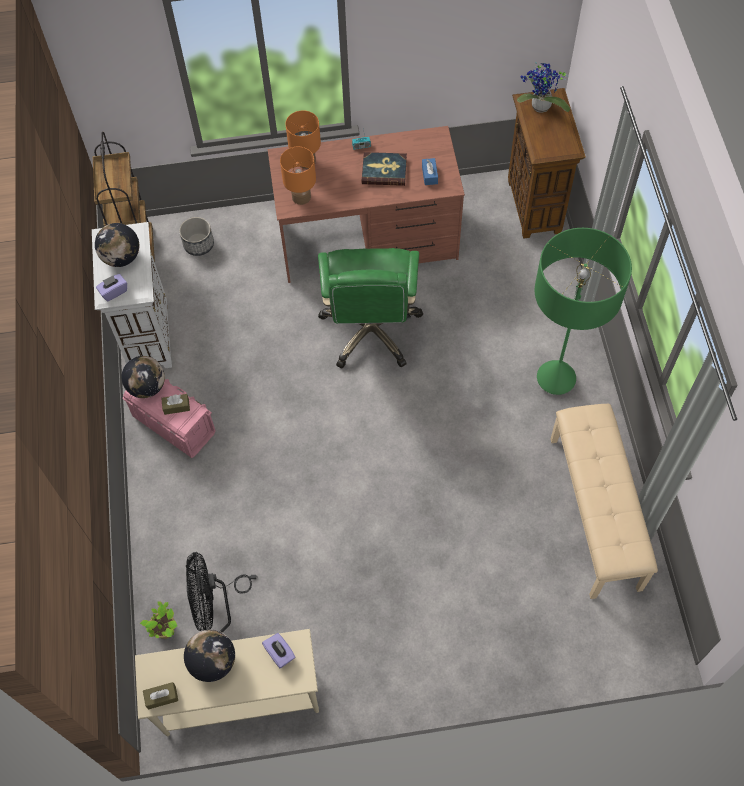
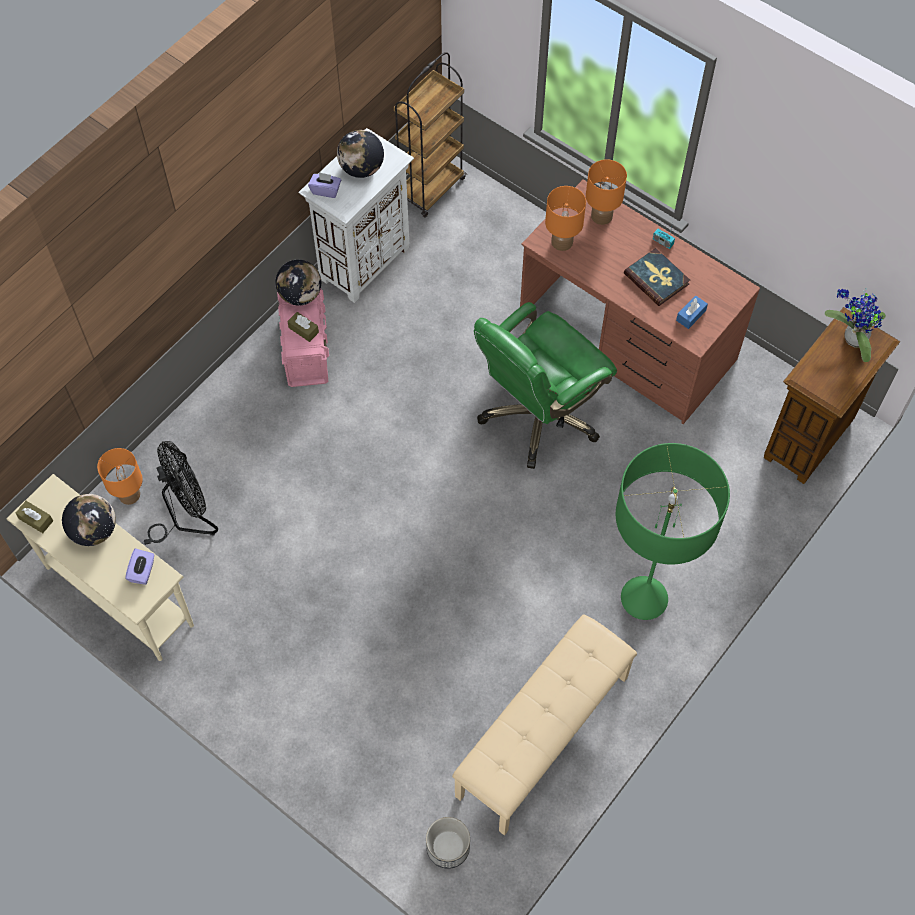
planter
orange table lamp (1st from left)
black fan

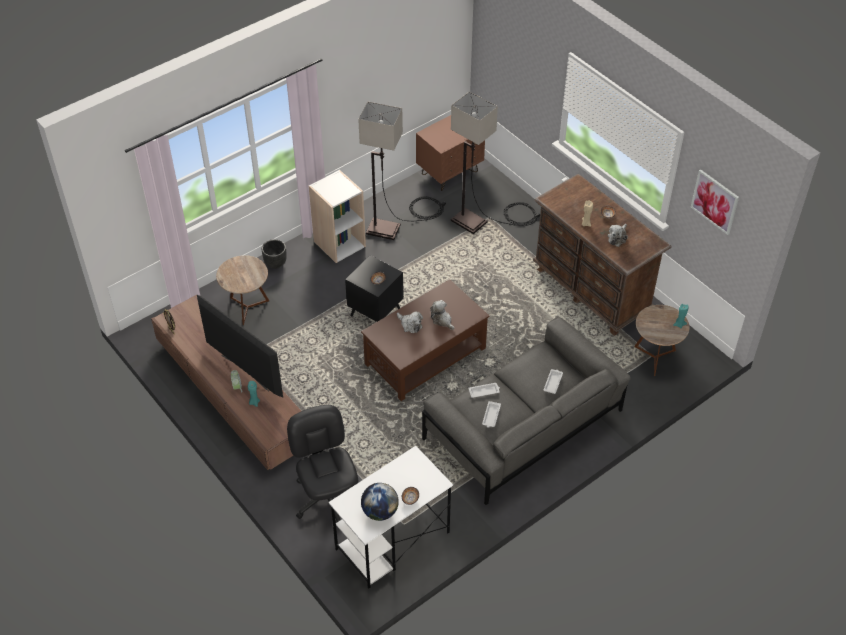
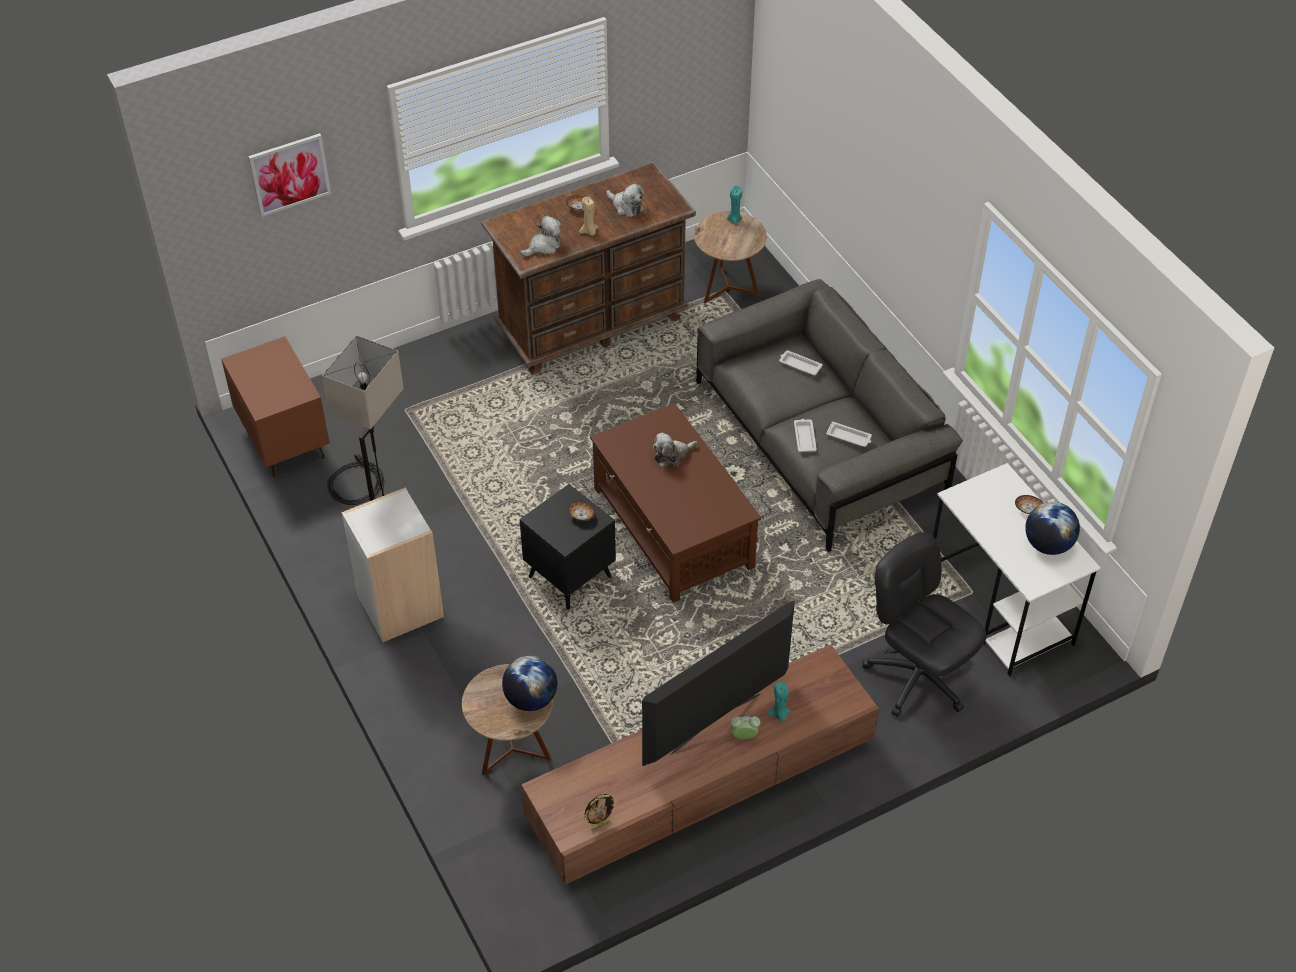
black planter
floor lamp (2nd from left in the first image)
globe (1st from left)
plush toy (1st from left)
picture
black office chair

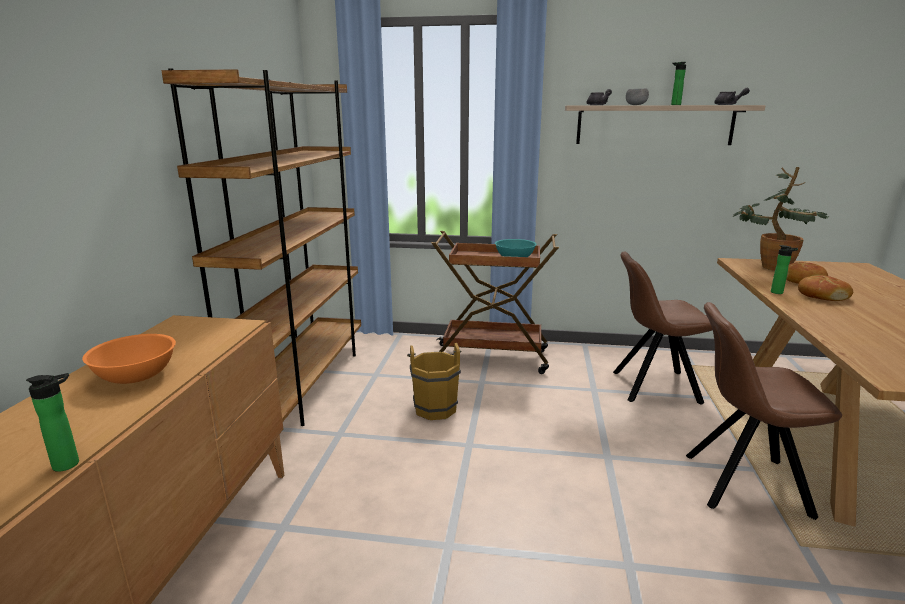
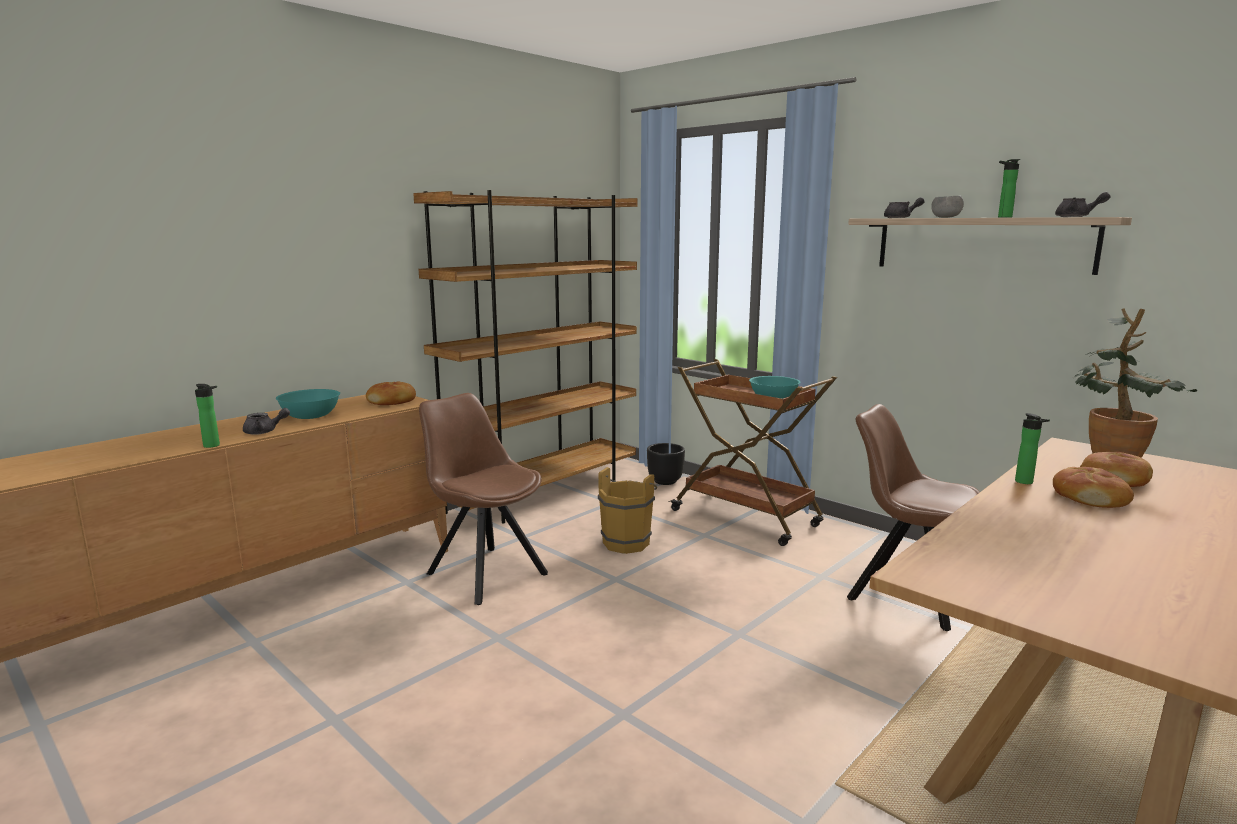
grey teapot (1st from left)
bread (1st from left)
black planter
brown chair (1st from left)
turquoise bowl (1st from left)

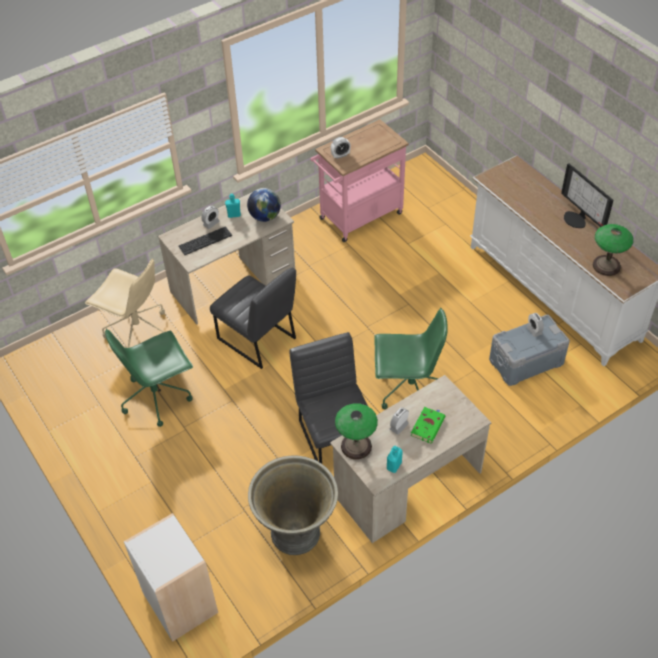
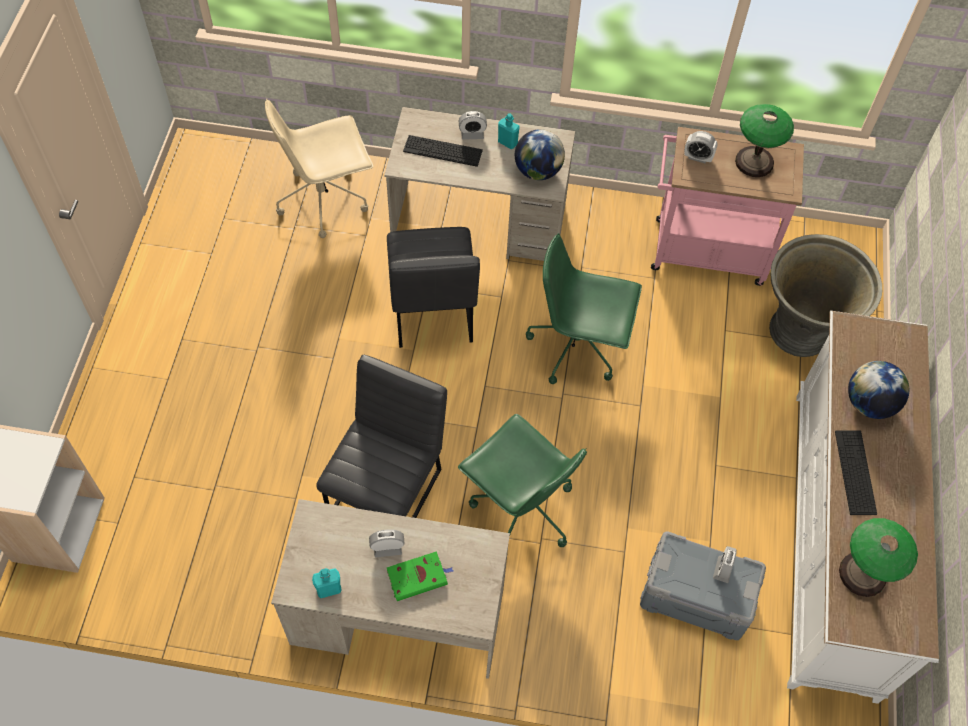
monitor
keyboard (2nd from left)
globe (2nd from left)
green office chair (2nd from left)
grey planter
table lamp (1st from left)
beige office chair

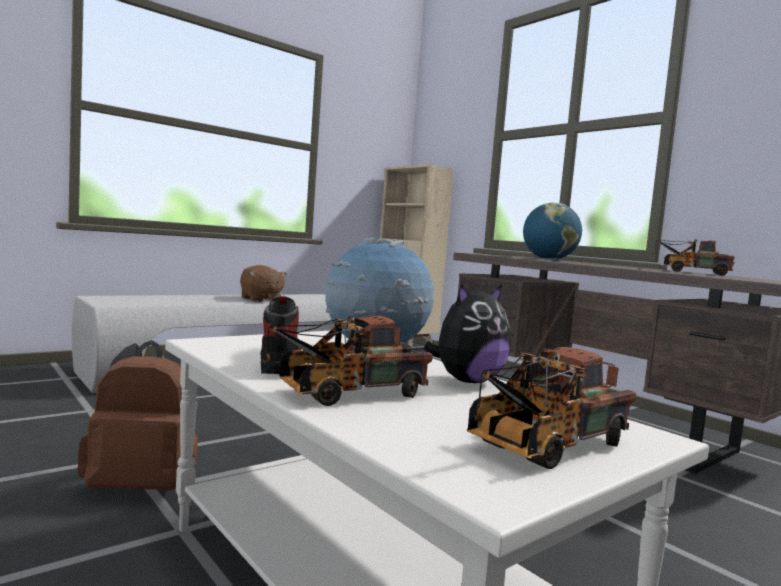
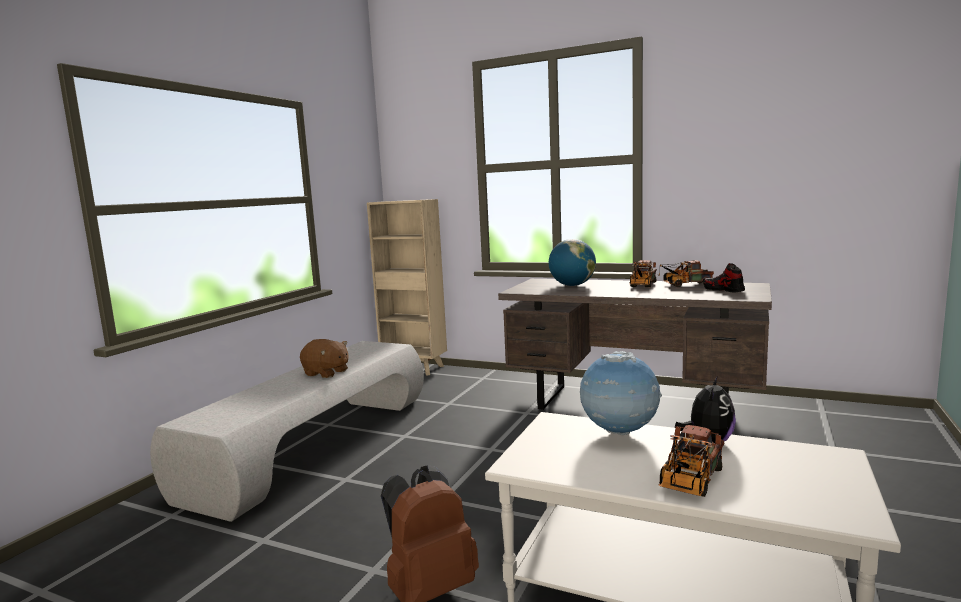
shoe
toy truck (1st from left)

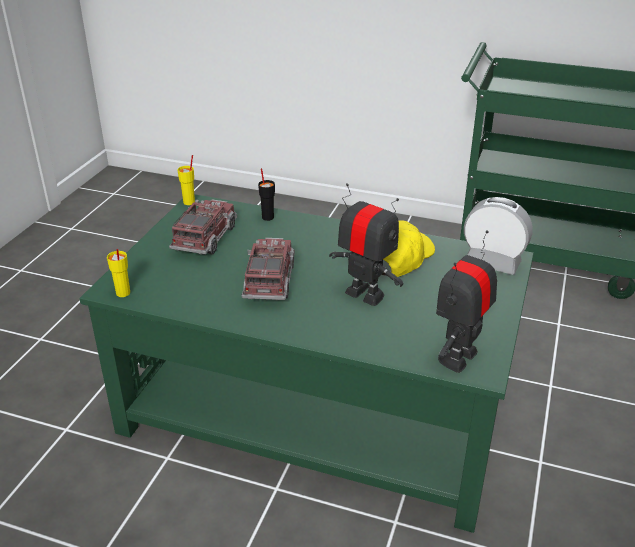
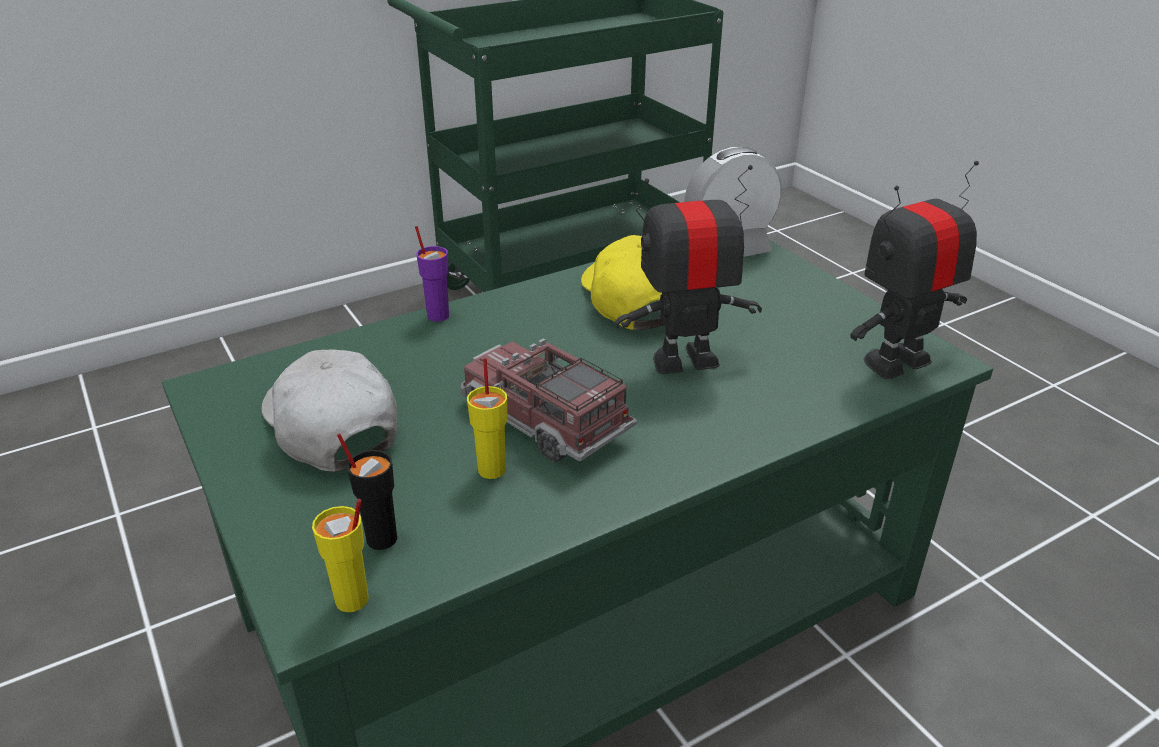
purple cup
yellow cup (2nd from left)
black cup
white cap
toy robot (2nd from left)

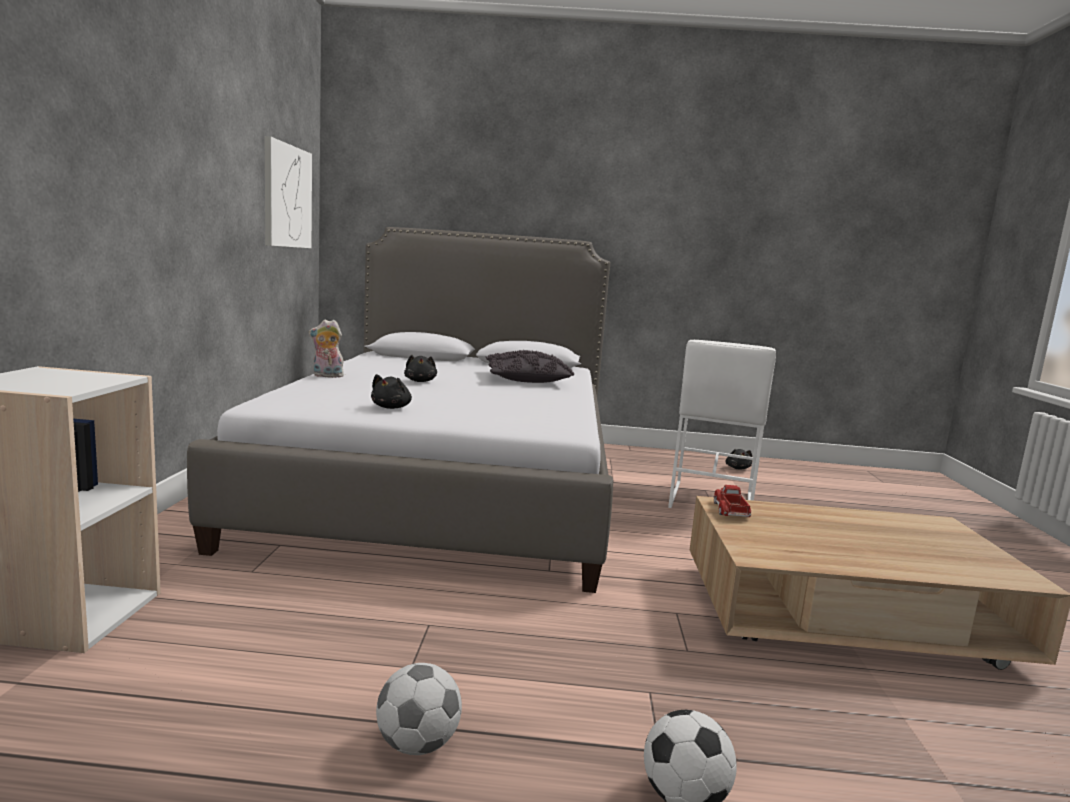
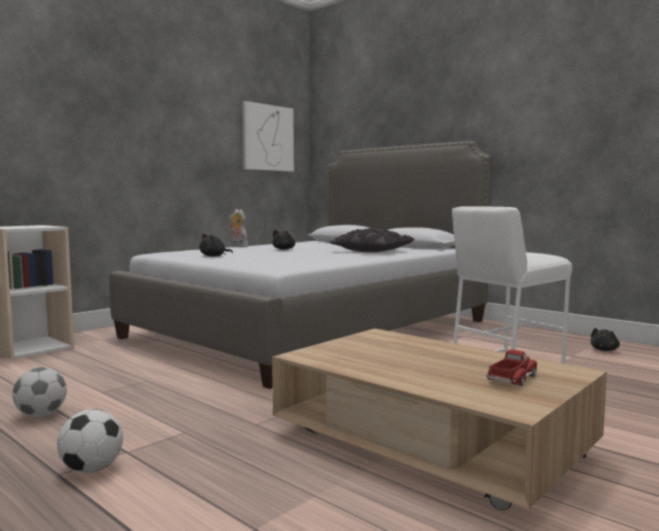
toy truck

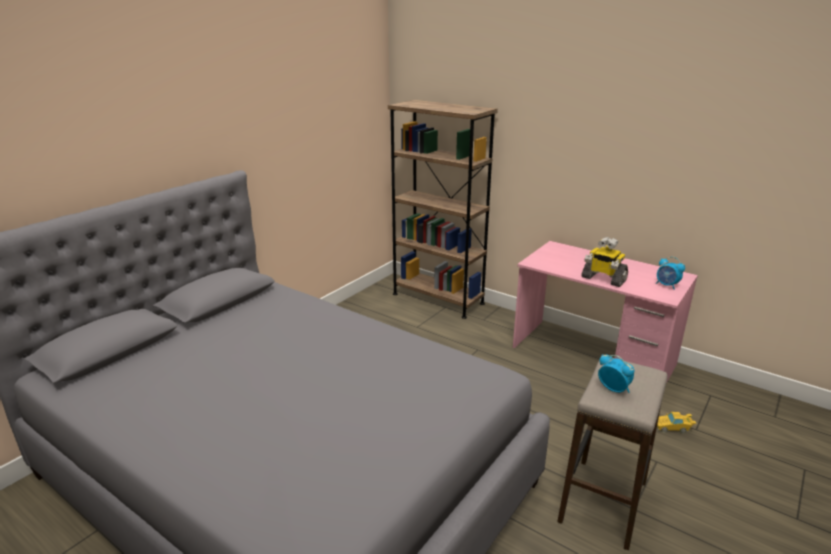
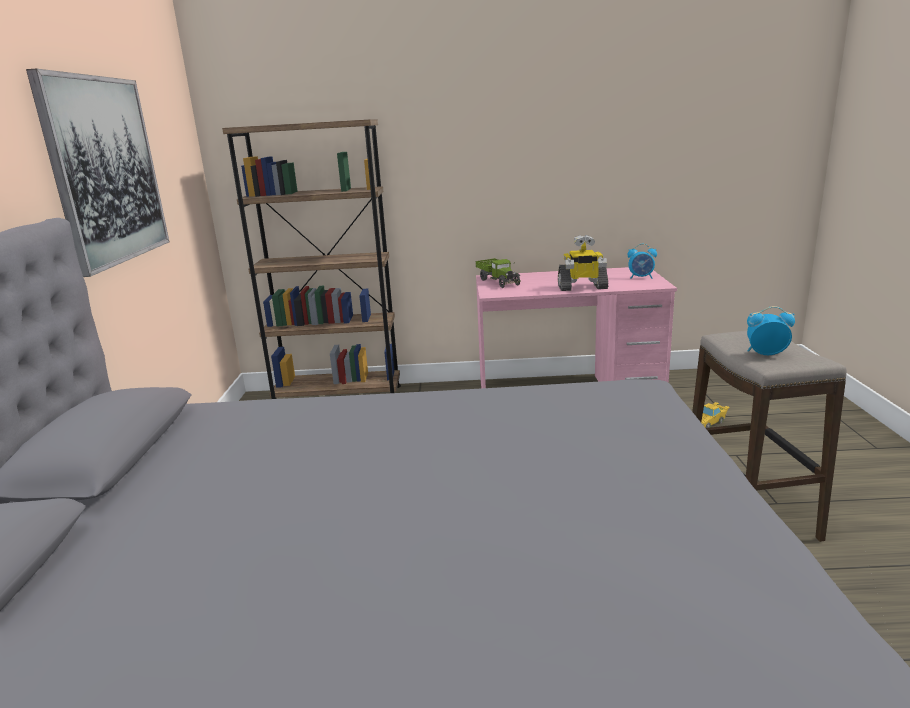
picture
toy truck

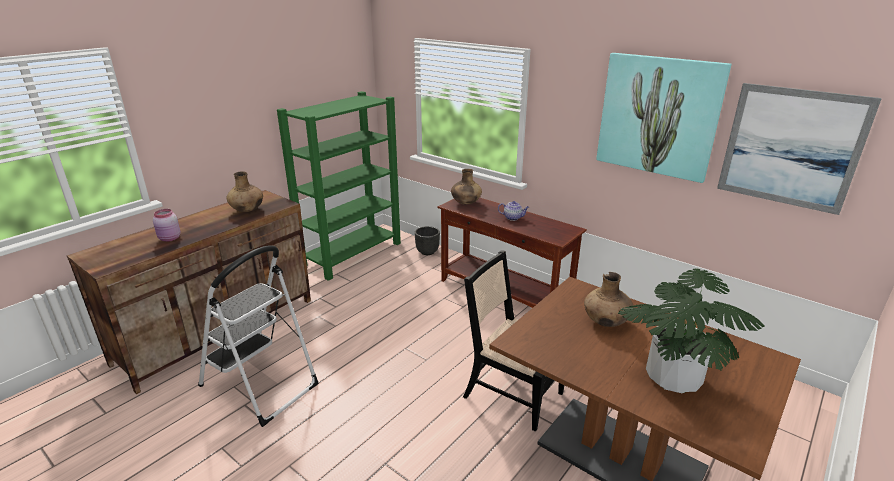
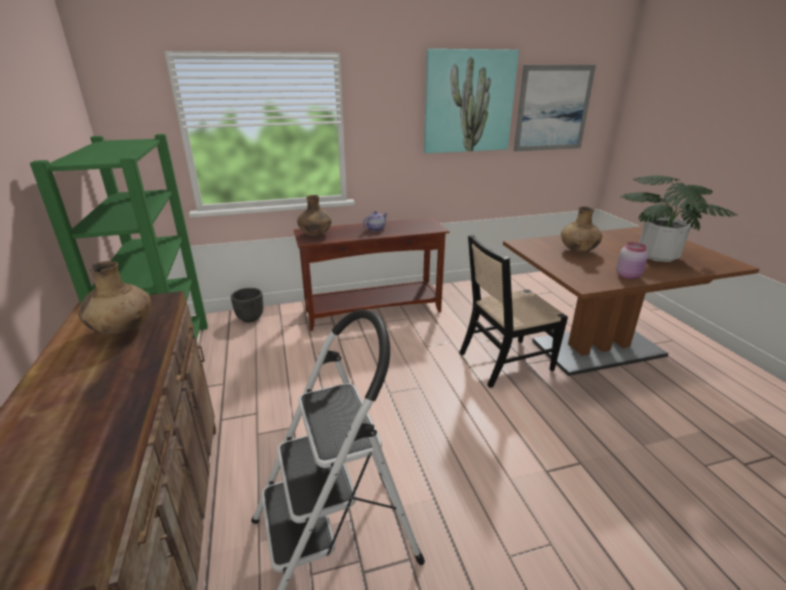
pink jar

